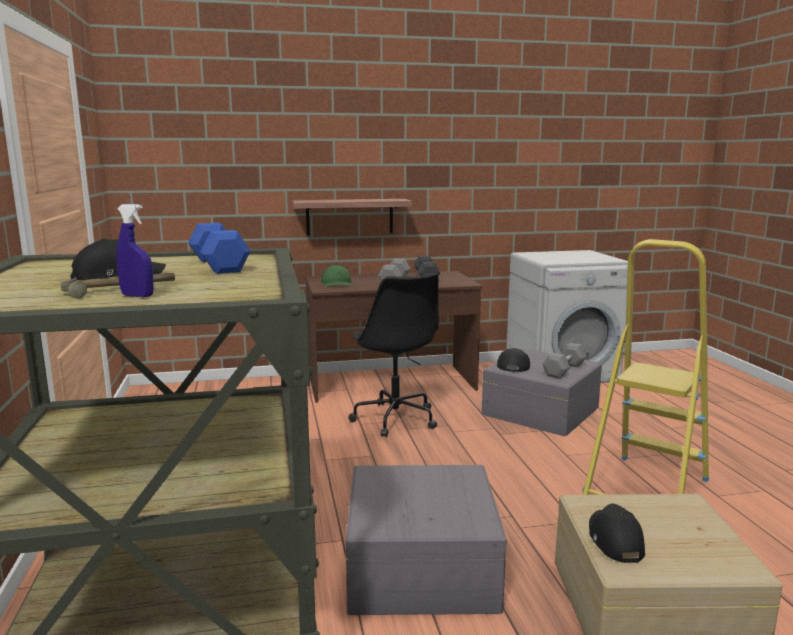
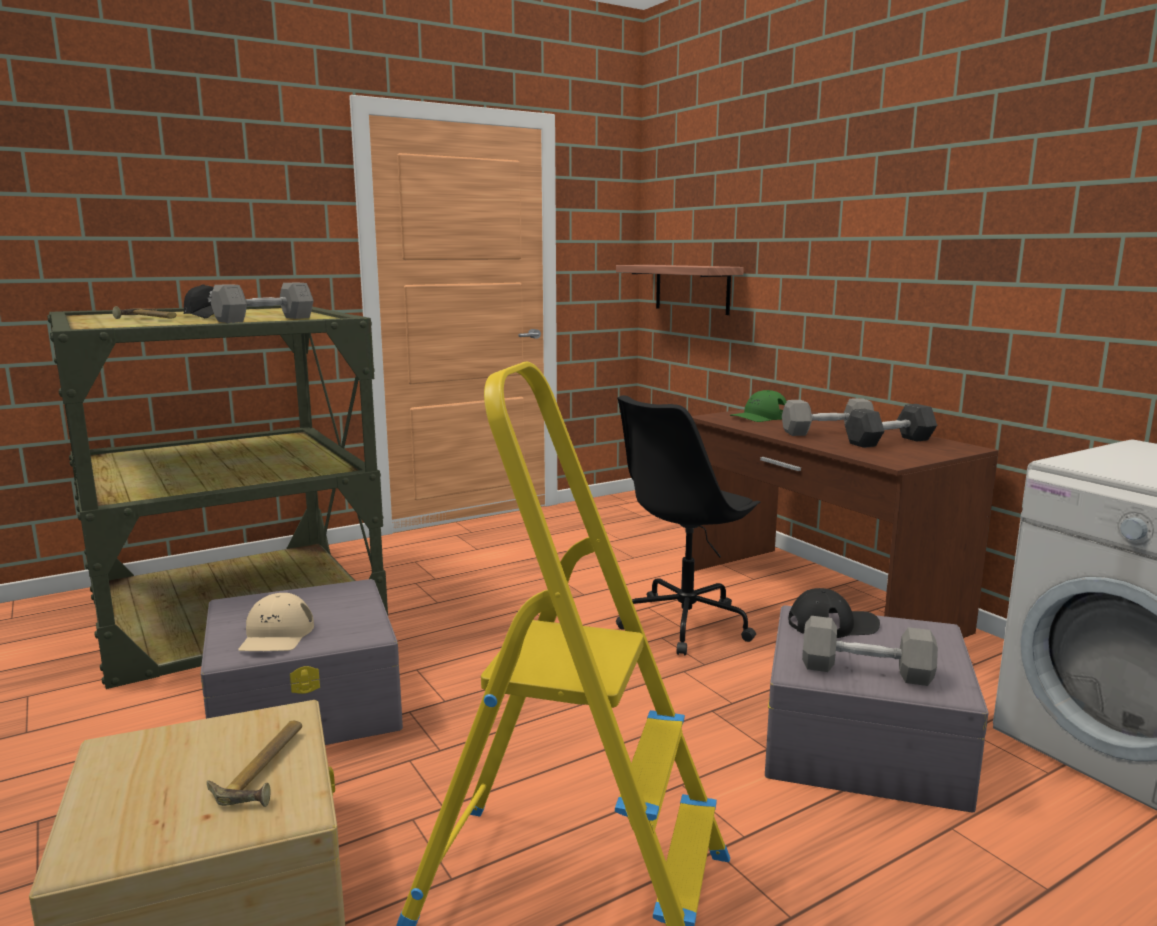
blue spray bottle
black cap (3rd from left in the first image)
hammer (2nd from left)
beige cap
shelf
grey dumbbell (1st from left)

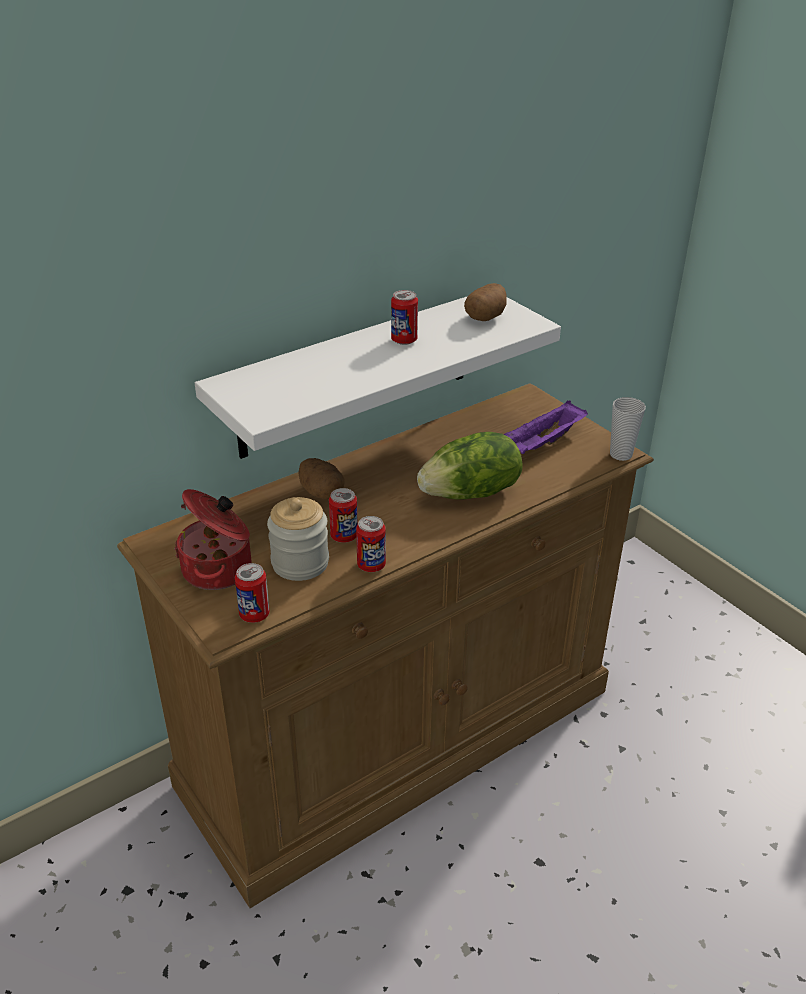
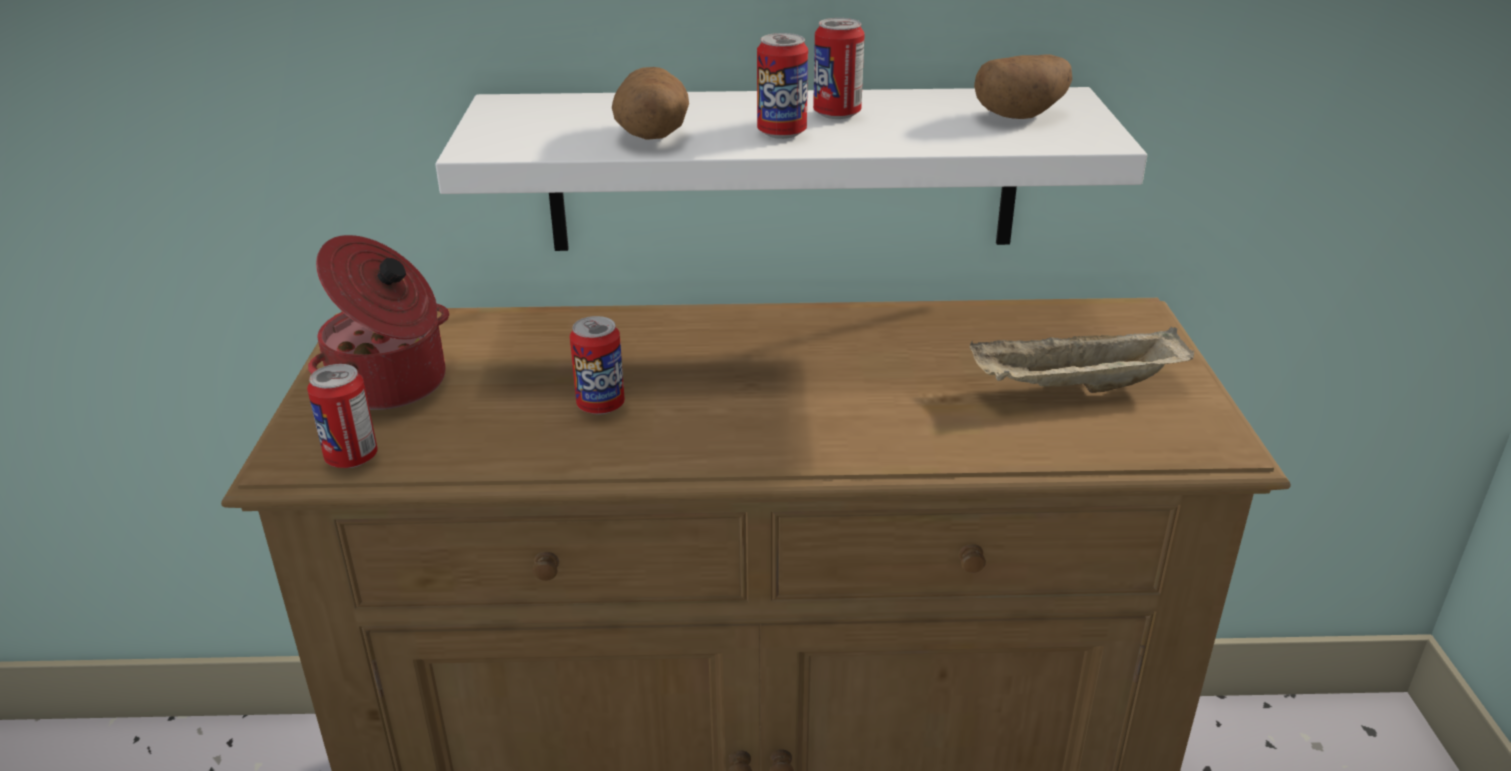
jar
lettuce
cup
potato (1st from left)
can (3rd from left)
beige tray

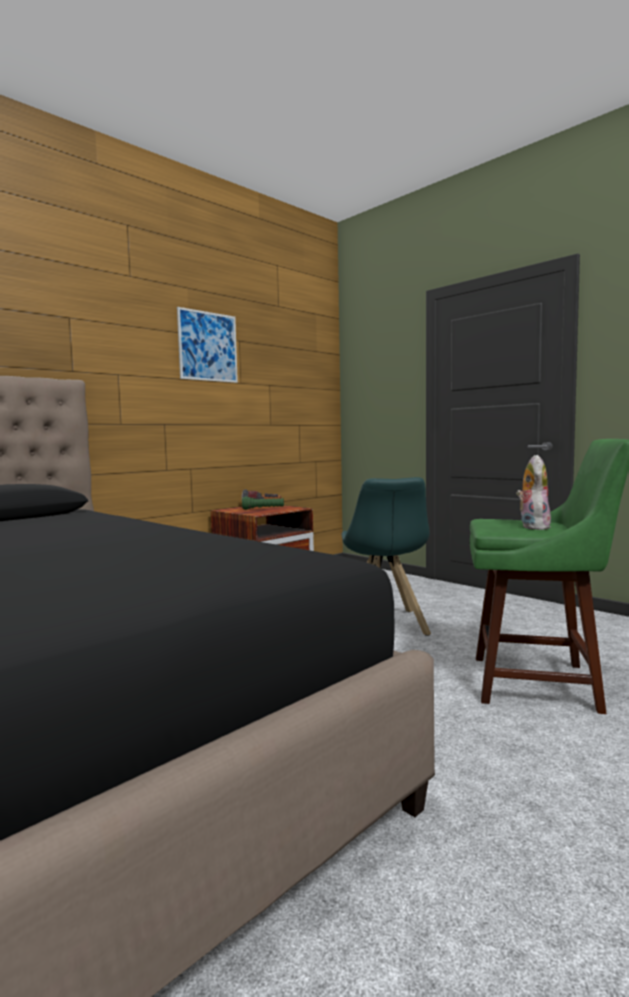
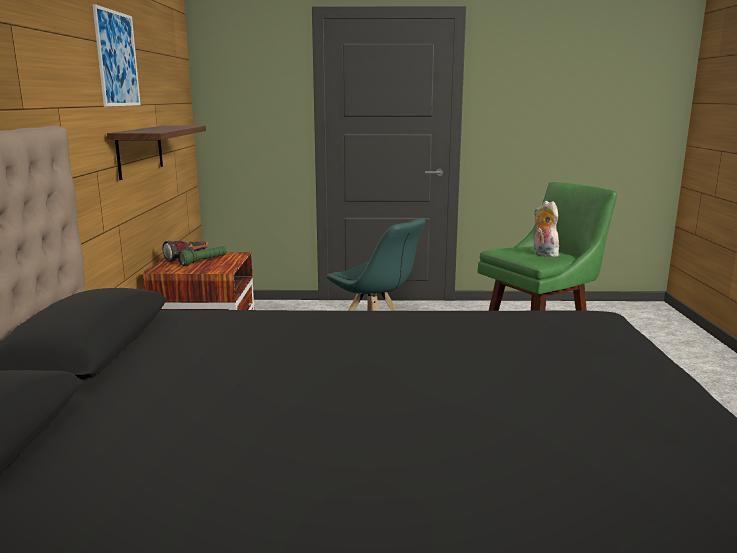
shelf

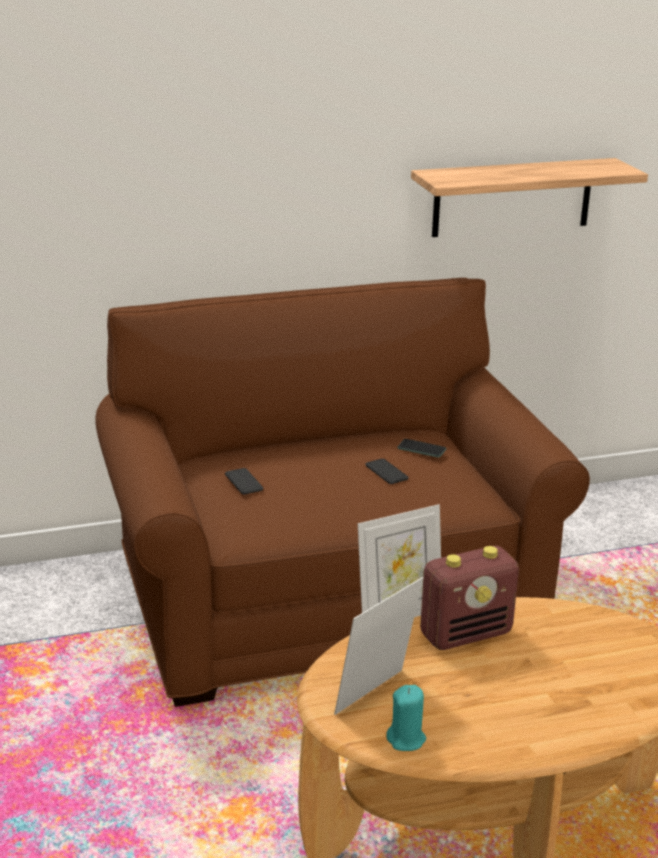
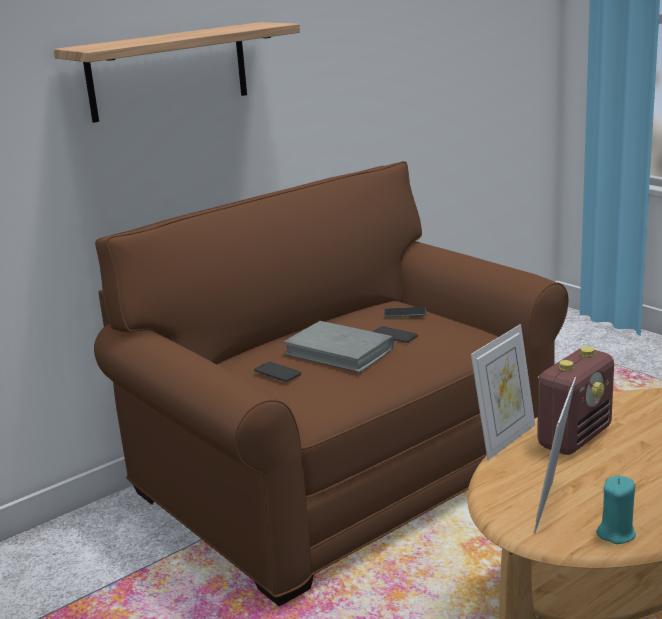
grey book
shelf

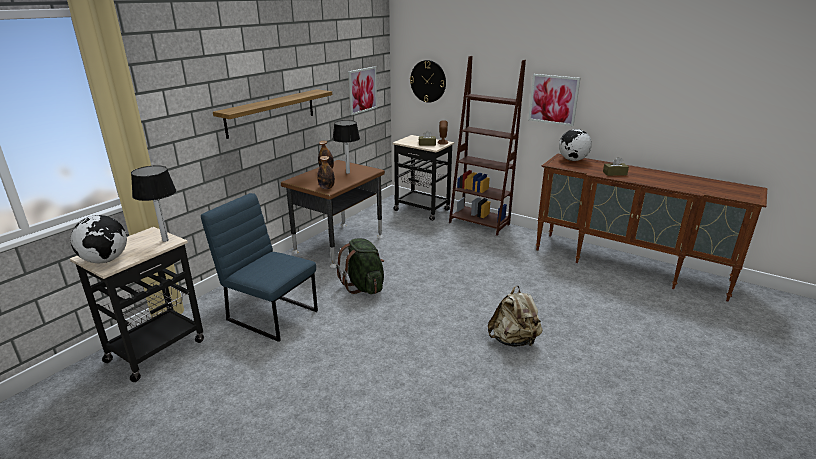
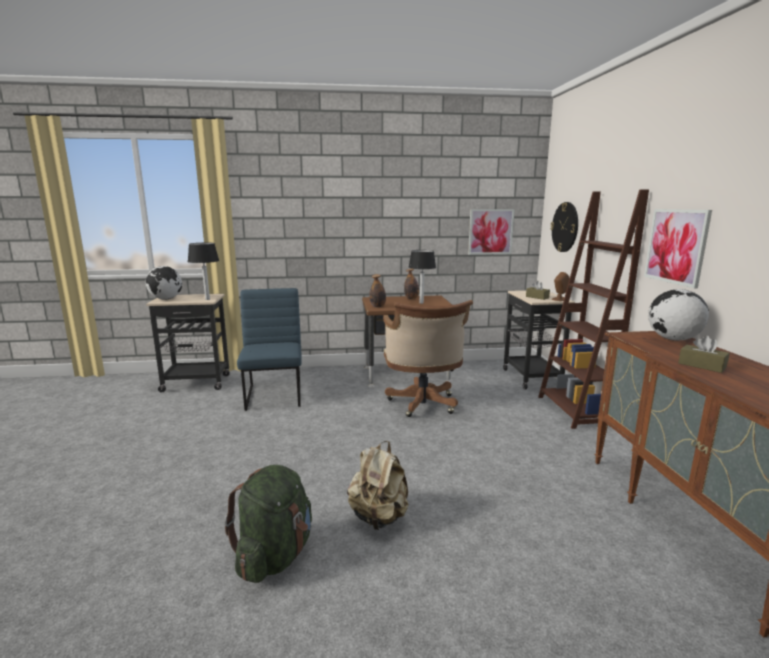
shelf
office chair
green backpack

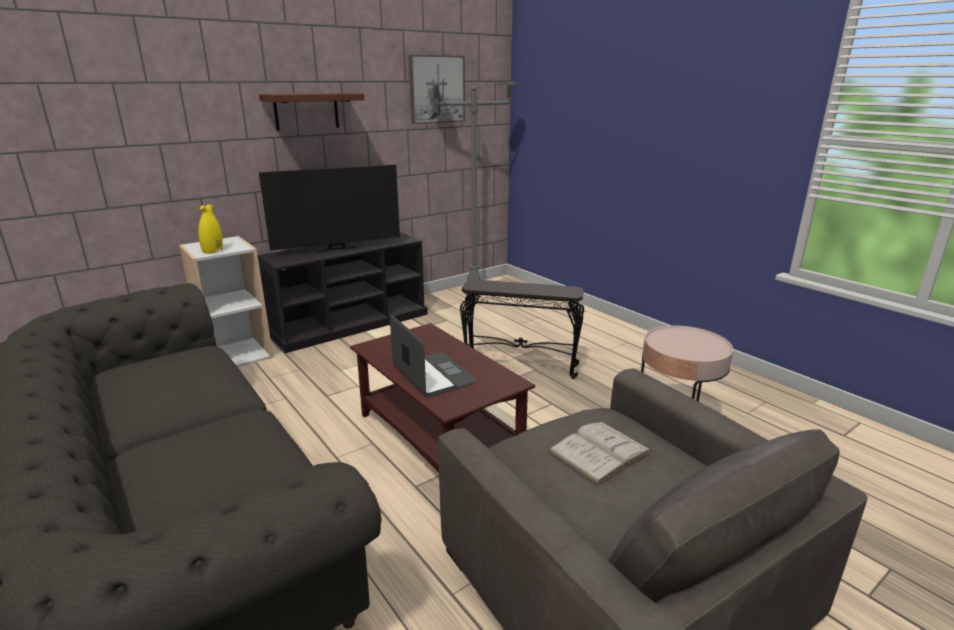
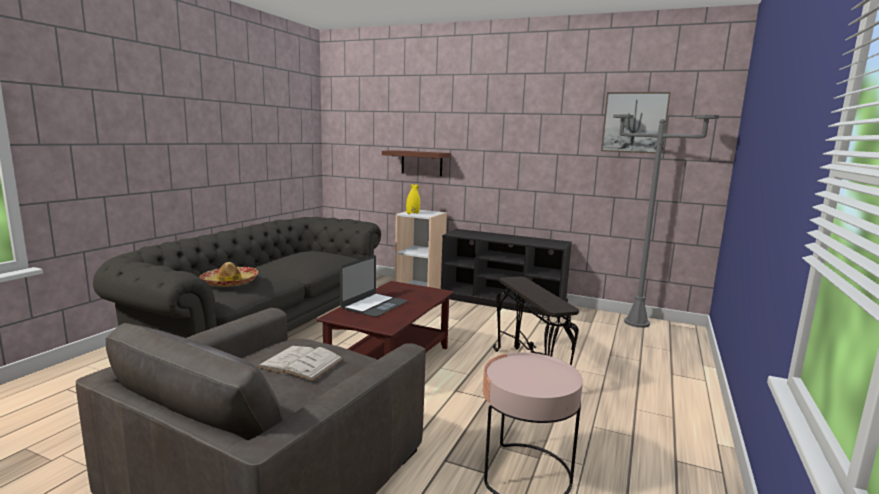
television
hat
shelf

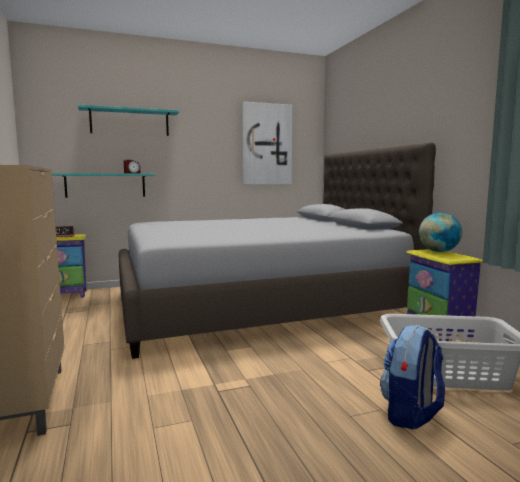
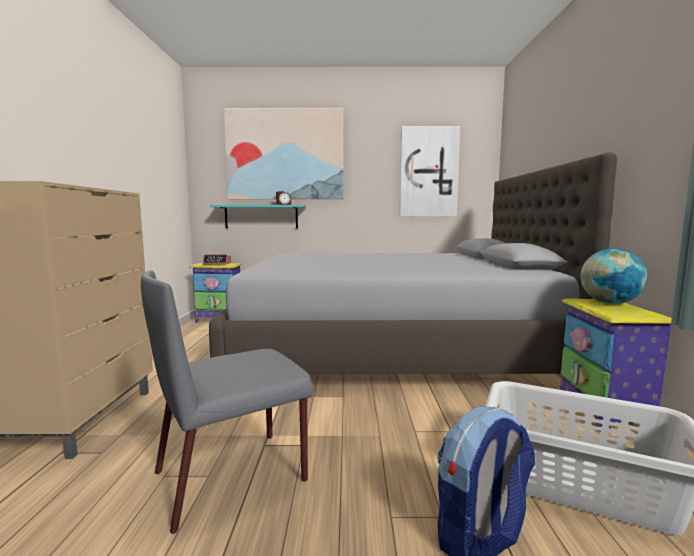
grey chair
picture (1st from left)

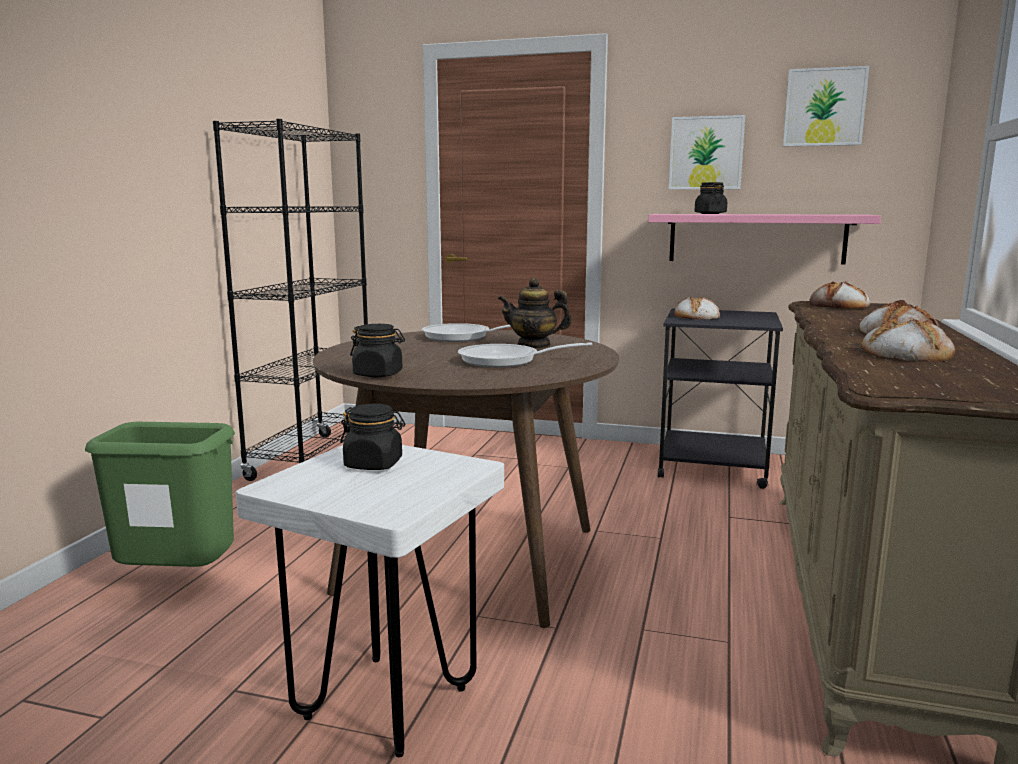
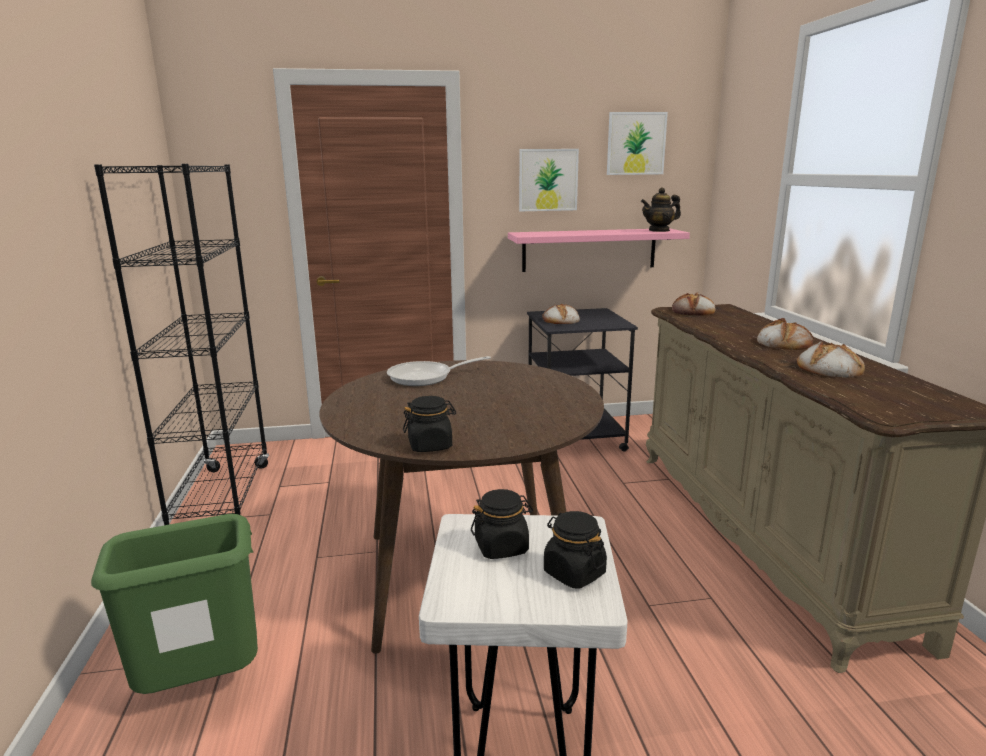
frying pan (2nd from left in the first image)
teapot
black jar (3rd from left)

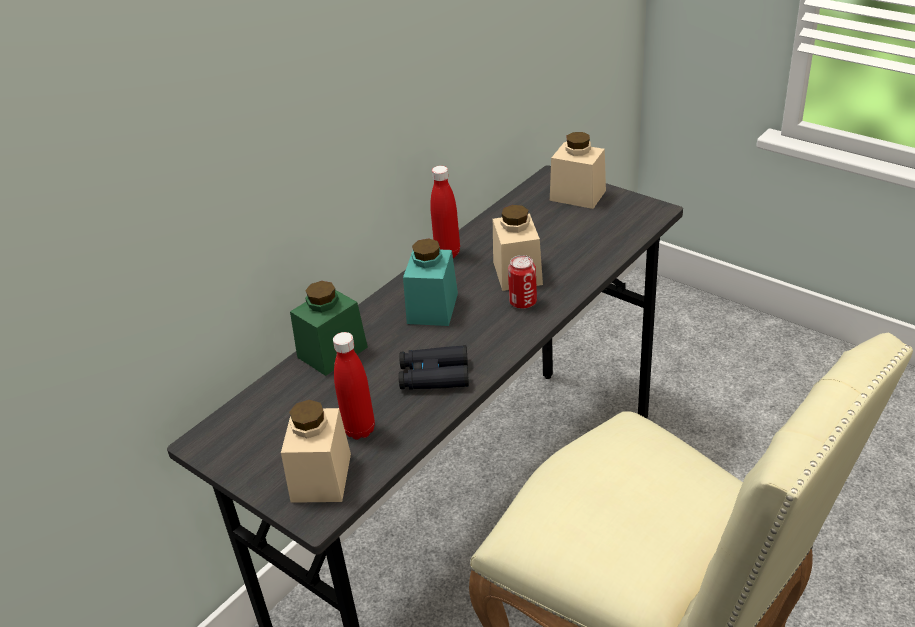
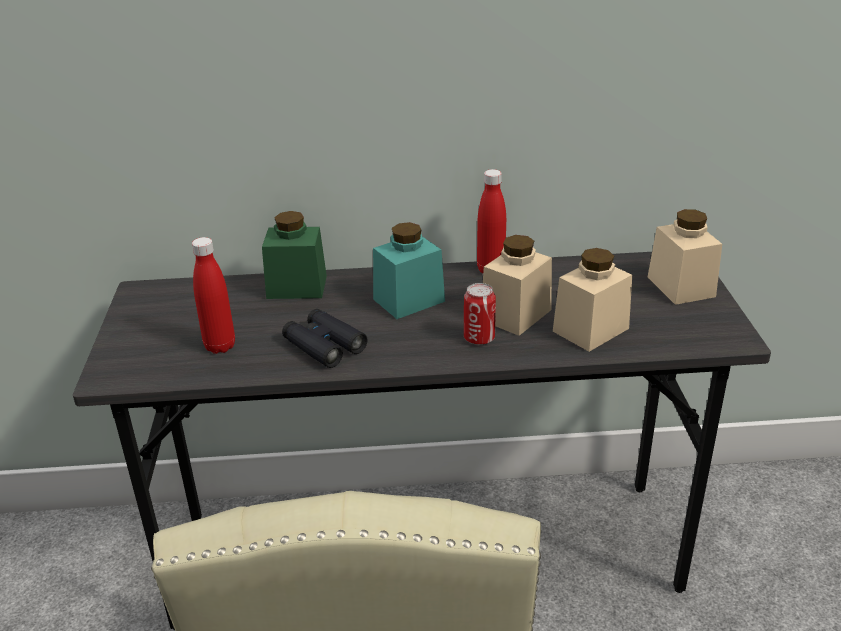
beige jar (2nd from left)

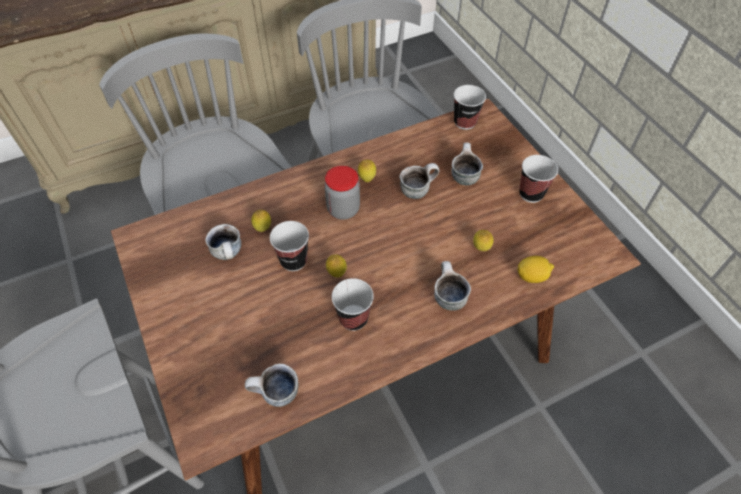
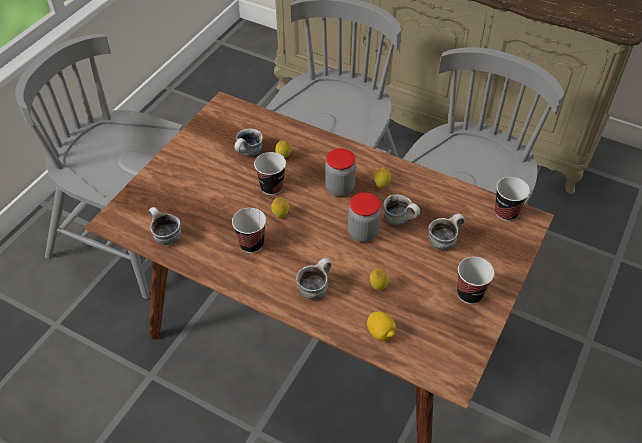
jar (2nd from left)

